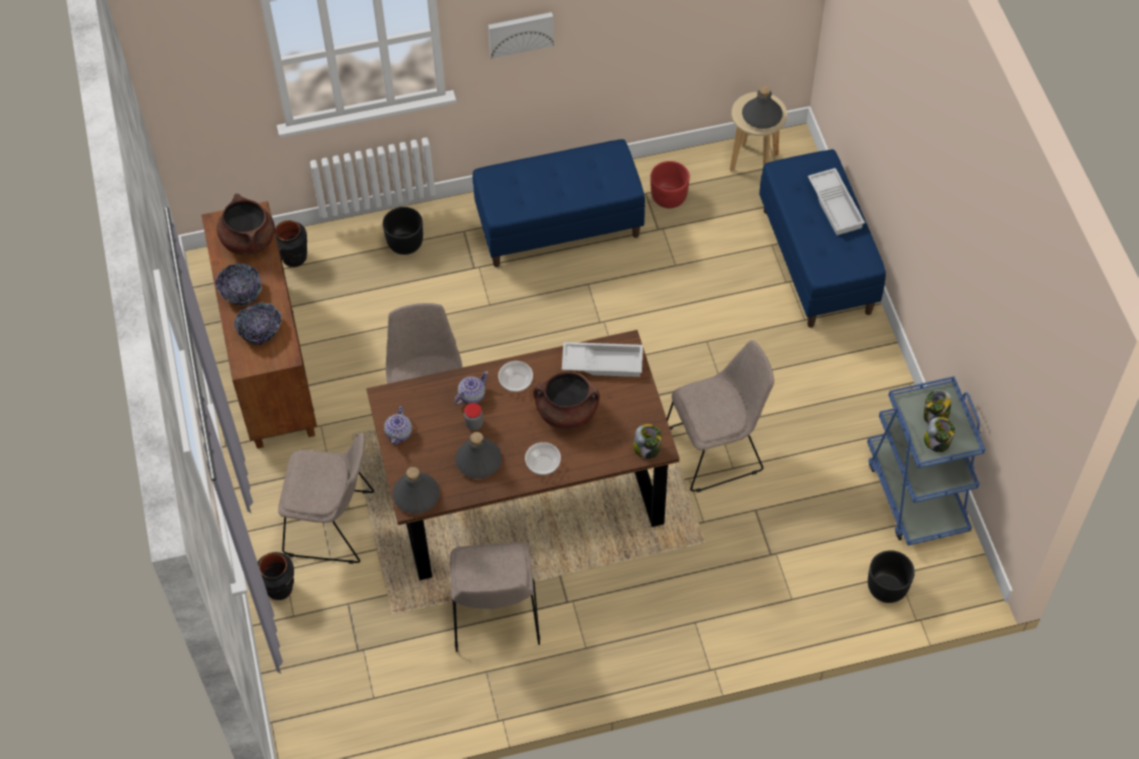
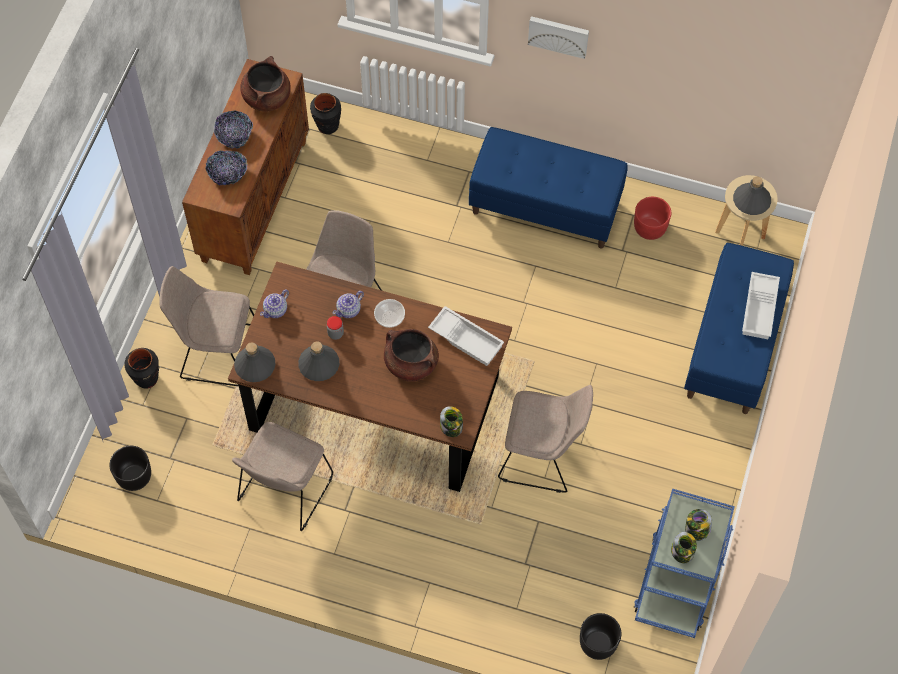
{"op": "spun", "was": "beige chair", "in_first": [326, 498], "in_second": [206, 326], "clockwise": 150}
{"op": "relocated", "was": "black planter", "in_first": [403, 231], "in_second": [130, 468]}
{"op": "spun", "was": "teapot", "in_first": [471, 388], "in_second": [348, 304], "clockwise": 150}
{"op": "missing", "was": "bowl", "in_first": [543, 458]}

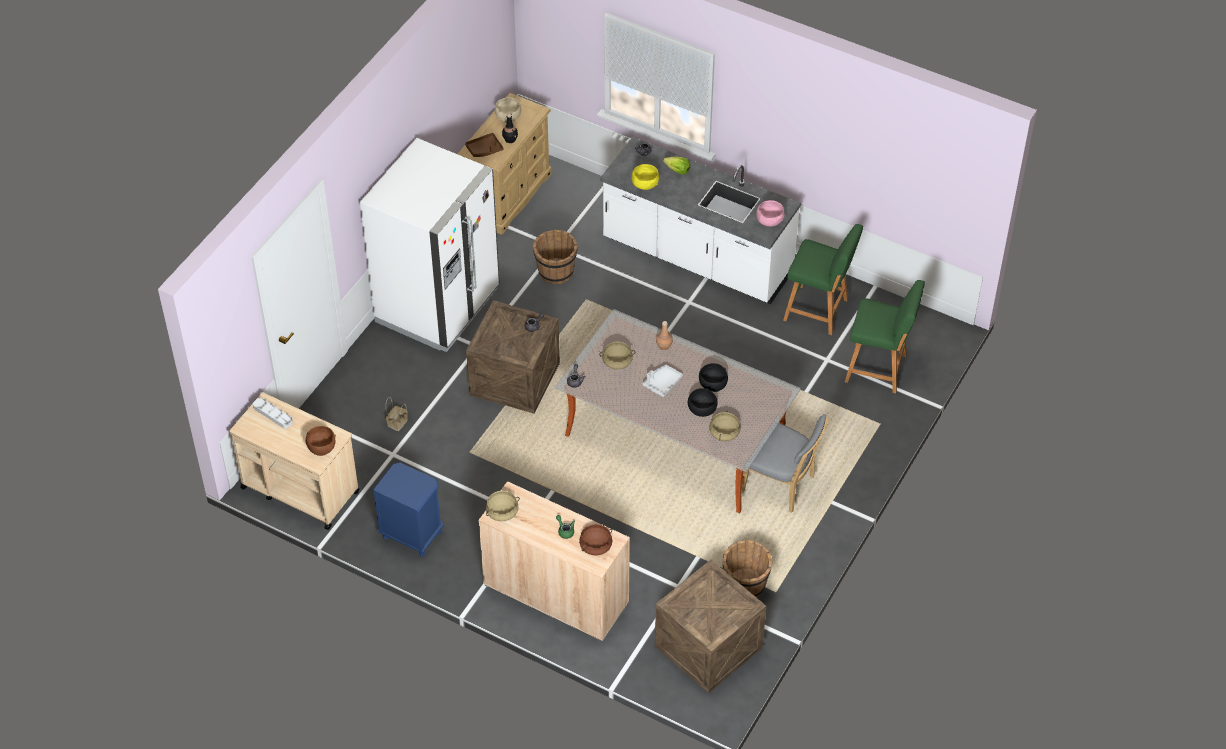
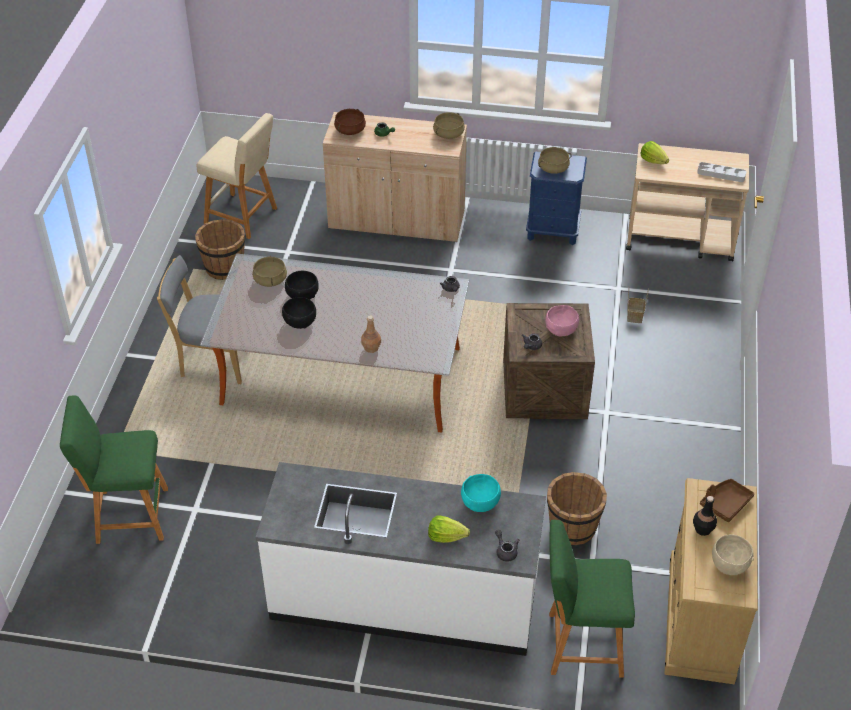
{"op": "exchanged", "was": "brown bowl", "now": "lettuce", "in_first": [321, 441], "in_second": [654, 152]}
{"op": "missing", "was": "white fridge", "in_first": [430, 245]}
{"op": "relocated", "was": "beige cooking pot", "in_first": [617, 355], "in_second": [555, 160]}
{"op": "colour", "was": "yellow bowl", "now": "turquoise bowl", "in_first": [645, 177], "in_second": [481, 493]}
{"op": "missing", "was": "grey tray", "in_first": [663, 381]}
{"op": "exchanged", "was": "crate", "now": "beige stool", "in_first": [710, 626], "in_second": [236, 176]}
{"op": "relocated", "was": "pink bowl", "in_first": [770, 213], "in_second": [562, 320]}
{"op": "relocated", "was": "green stool", "in_first": [823, 279], "in_second": [592, 599]}

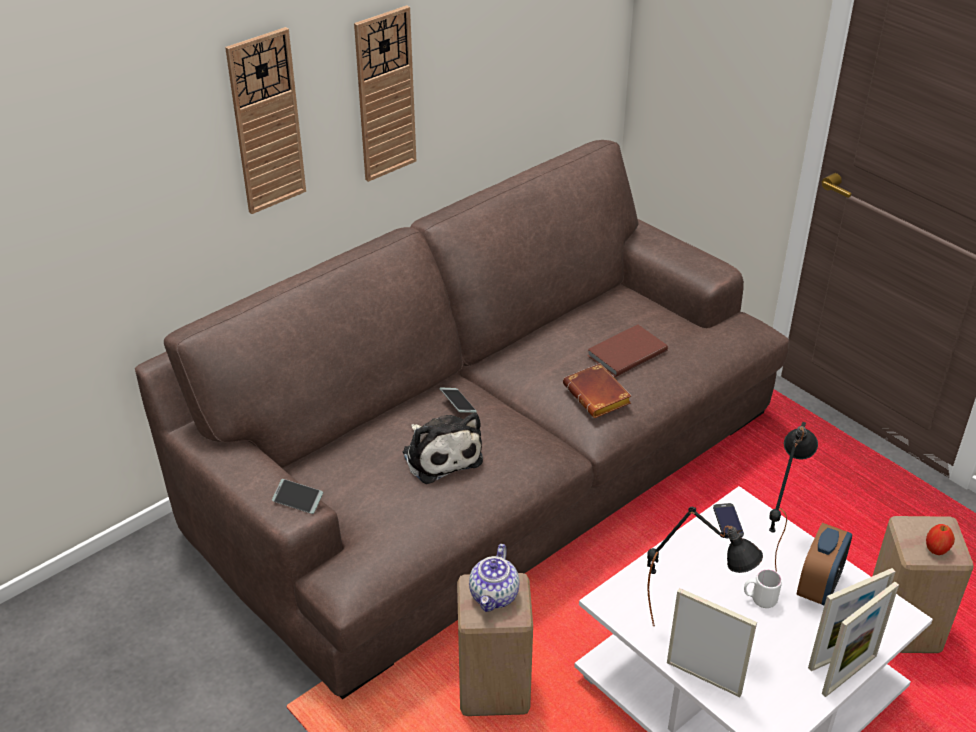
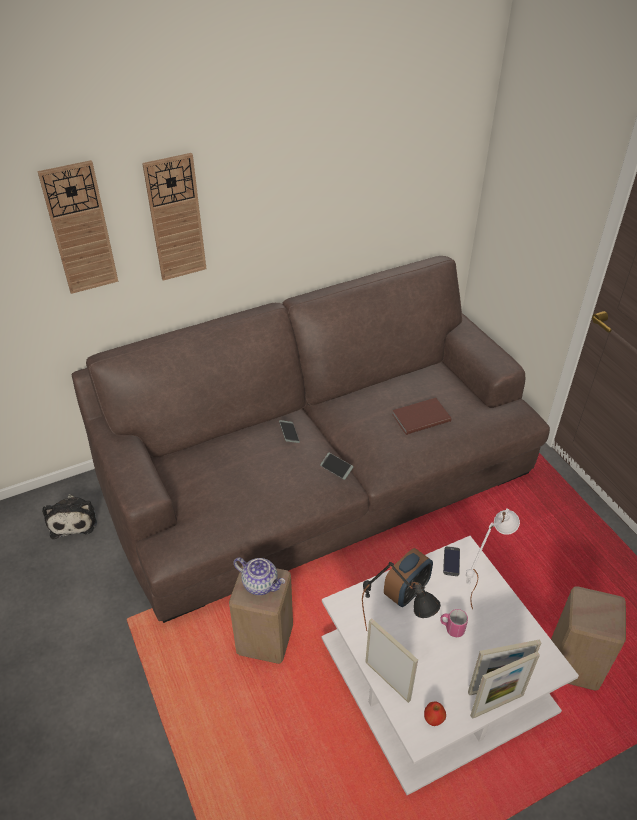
{"op": "relocated", "was": "phone", "in_first": [297, 496], "in_second": [336, 466]}
{"op": "relocated", "was": "wall clock", "in_first": [385, 93], "in_second": [77, 227]}
{"op": "relocated", "was": "plush toy", "in_first": [443, 448], "in_second": [69, 516]}
{"op": "spun", "was": "teapot", "in_first": [494, 578], "in_second": [259, 576], "clockwise": -90}
{"op": "missing", "was": "brown book", "in_first": [597, 390]}
{"op": "colour", "was": "white mug", "now": "pink mug", "in_first": [763, 588], "in_second": [454, 623]}
{"op": "colour", "was": "black table lamp", "now": "white table lamp", "in_first": [793, 496], "in_second": [493, 558]}
{"op": "relocated", "was": "alarm clock", "in_first": [824, 564], "in_second": [408, 577]}
{"op": "relocated", "was": "apple", "in_first": [940, 539], "in_second": [435, 714]}

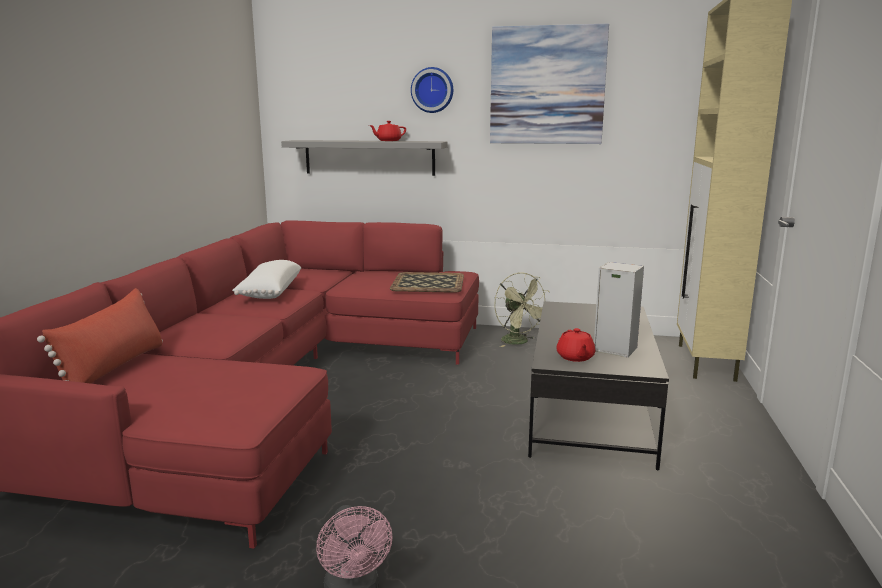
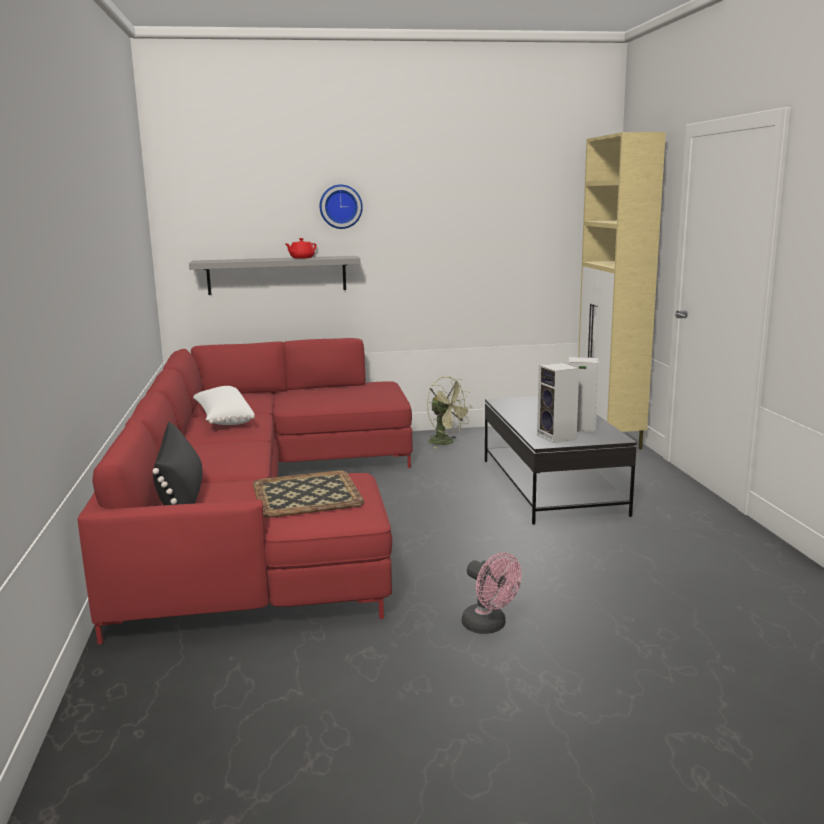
{"op": "colour", "was": "red pillow", "now": "black pillow", "in_first": [100, 336], "in_second": [177, 463]}
{"op": "relocated", "was": "tray", "in_first": [427, 282], "in_second": [308, 493]}
{"op": "missing", "was": "picture", "in_first": [549, 83]}
{"op": "exchanged", "was": "red teapot", "now": "speaker", "in_first": [575, 345], "in_second": [558, 403]}

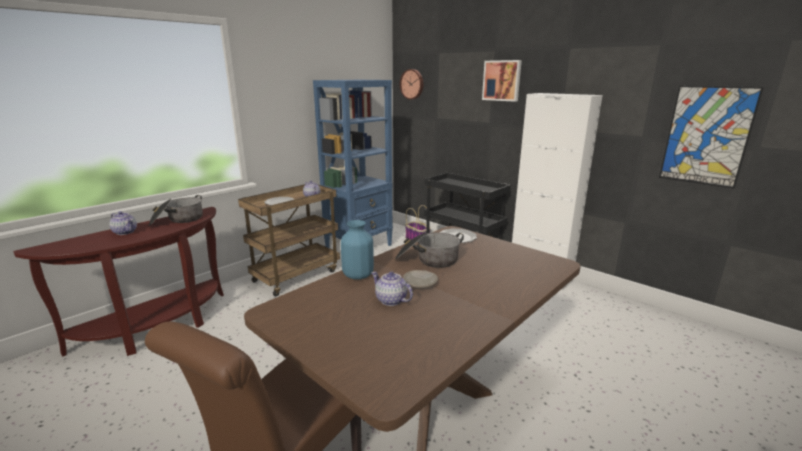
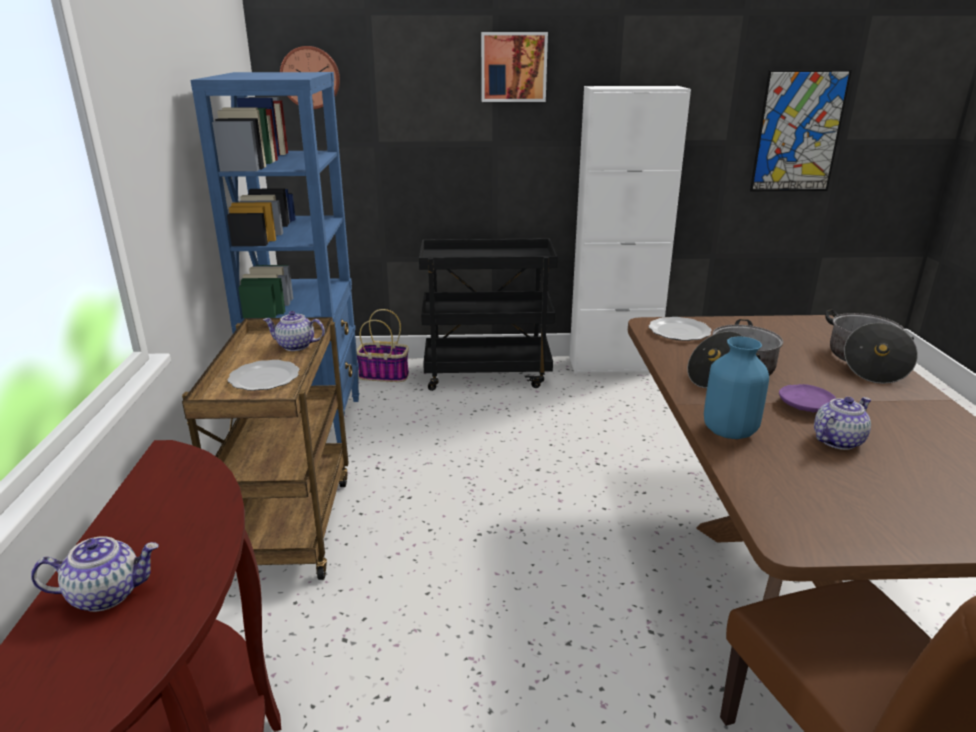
{"op": "relocated", "was": "cooking pot", "in_first": [176, 210], "in_second": [871, 346]}
{"op": "spun", "was": "teapot", "in_first": [392, 289], "in_second": [842, 423], "clockwise": 150}
{"op": "colour", "was": "beige plate", "now": "purple plate", "in_first": [420, 279], "in_second": [808, 398]}

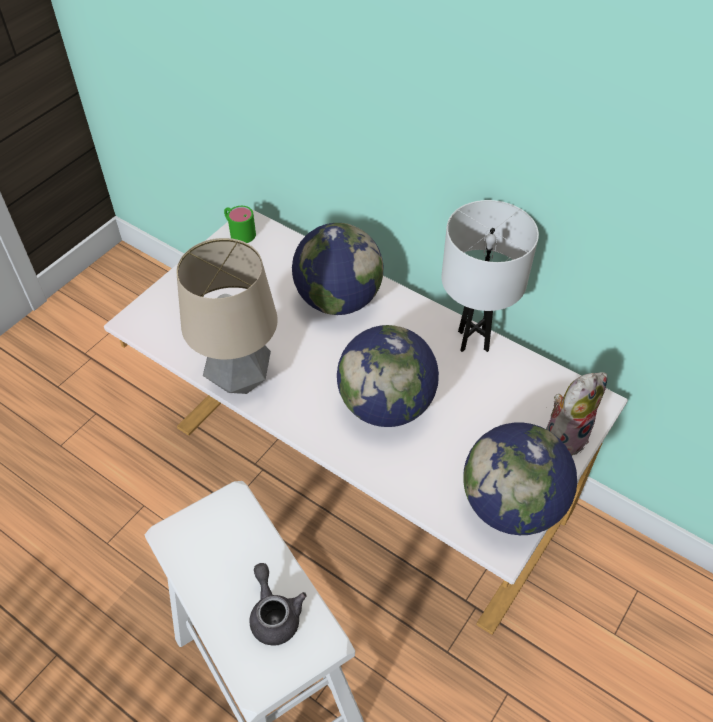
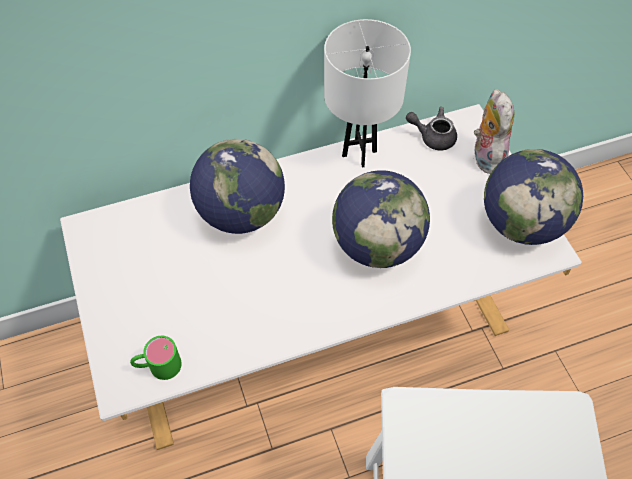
{"op": "missing", "was": "table lamp", "in_first": [227, 316]}
{"op": "relocated", "was": "green mug", "in_first": [240, 224], "in_second": [156, 358]}
{"op": "relocated", "was": "grey teapot", "in_first": [278, 604], "in_second": [431, 128]}

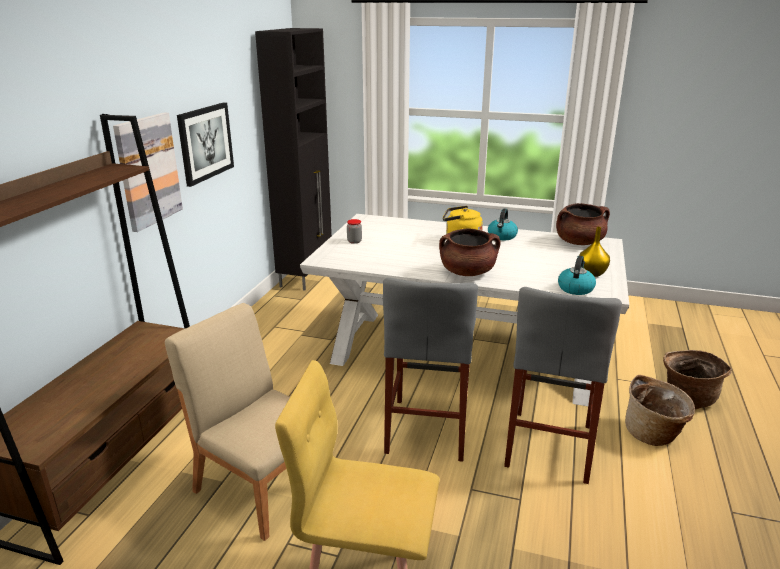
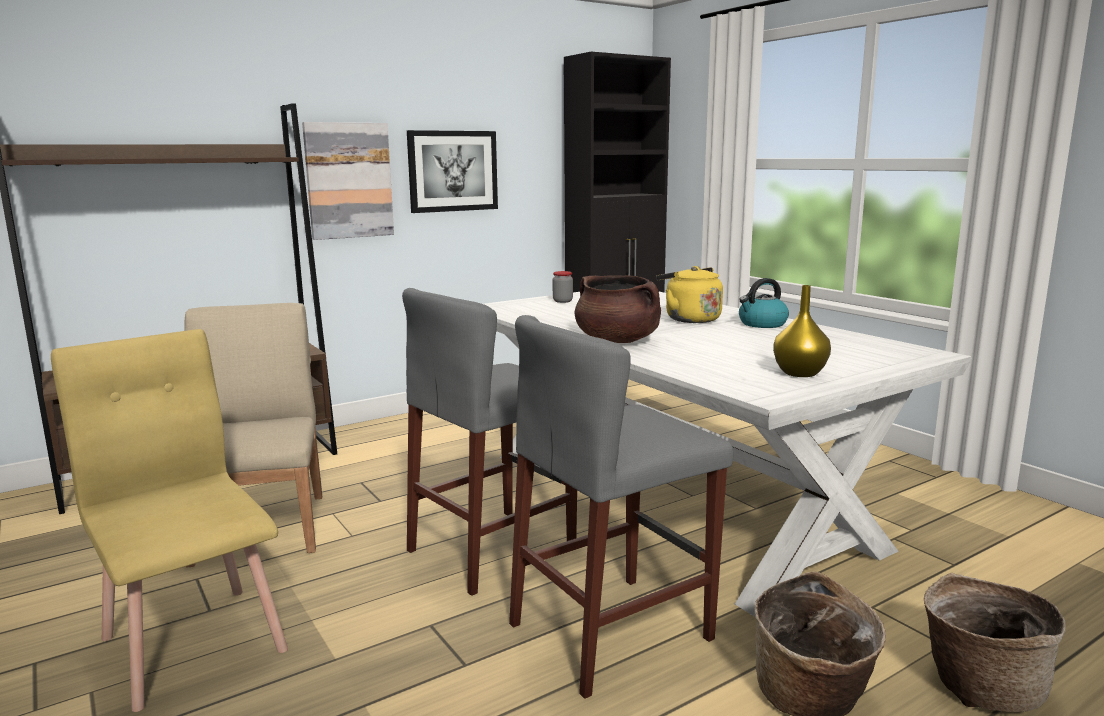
{"op": "missing", "was": "brown cooking pot", "in_first": [583, 224]}
{"op": "missing", "was": "kettle", "in_first": [577, 275]}

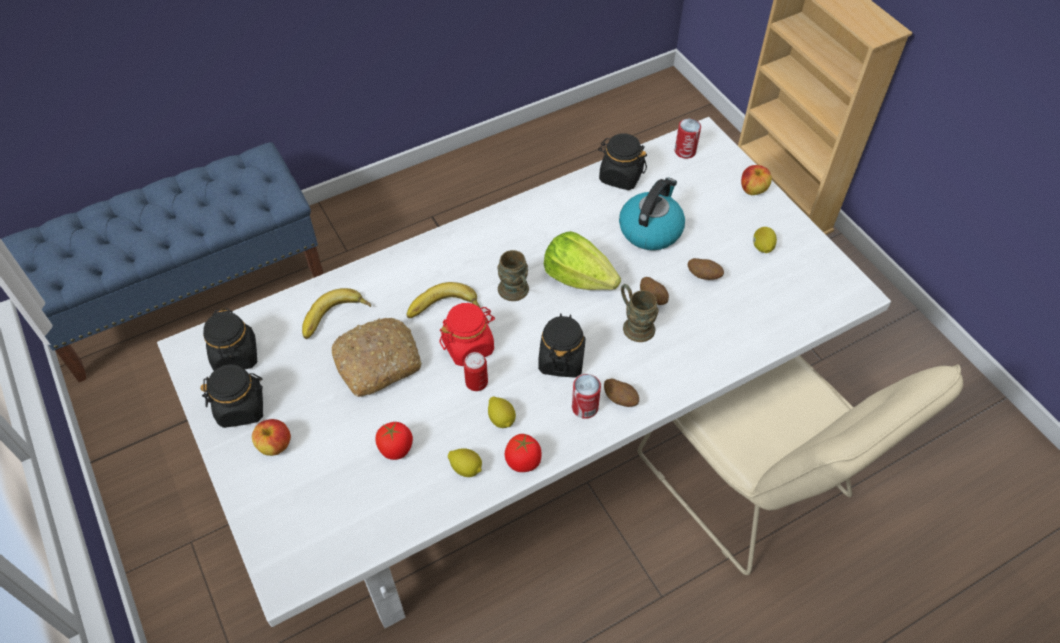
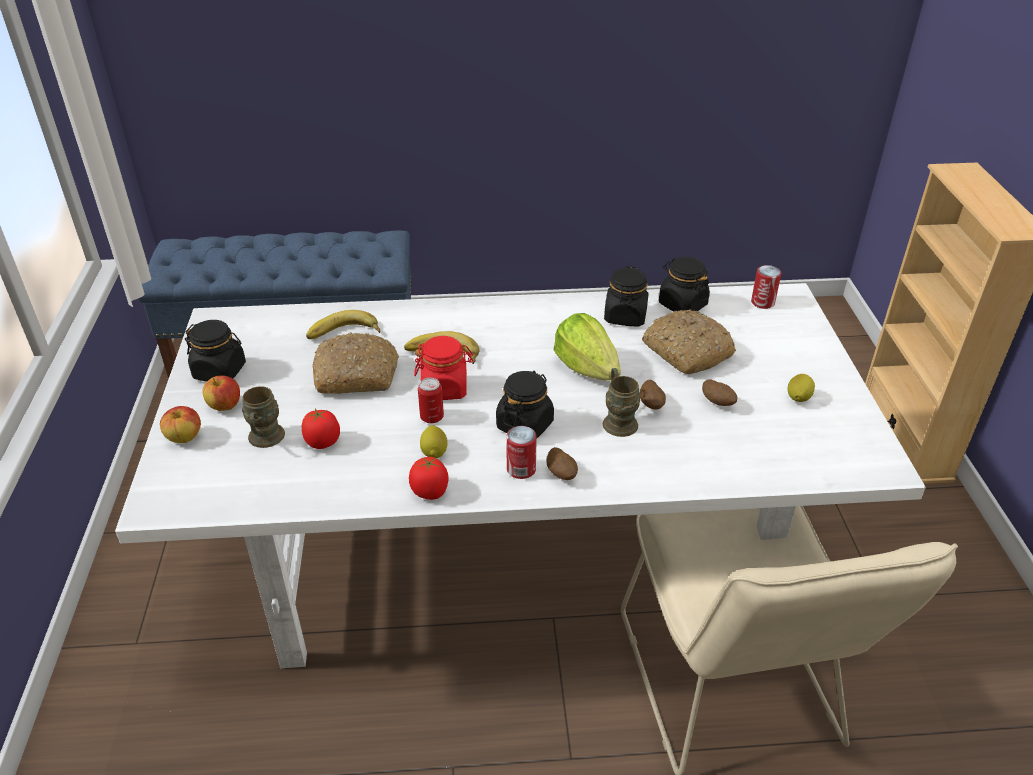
{"op": "relocated", "was": "black jar", "in_first": [230, 339], "in_second": [626, 296]}
{"op": "missing", "was": "lemon", "in_first": [465, 462]}
{"op": "relocated", "was": "brown mug", "in_first": [513, 275], "in_second": [263, 417]}
{"op": "exchanged", "was": "kettle", "now": "bread", "in_first": [652, 214], "in_second": [689, 341]}
{"op": "relocated", "was": "apple", "in_first": [756, 180], "in_second": [180, 424]}

